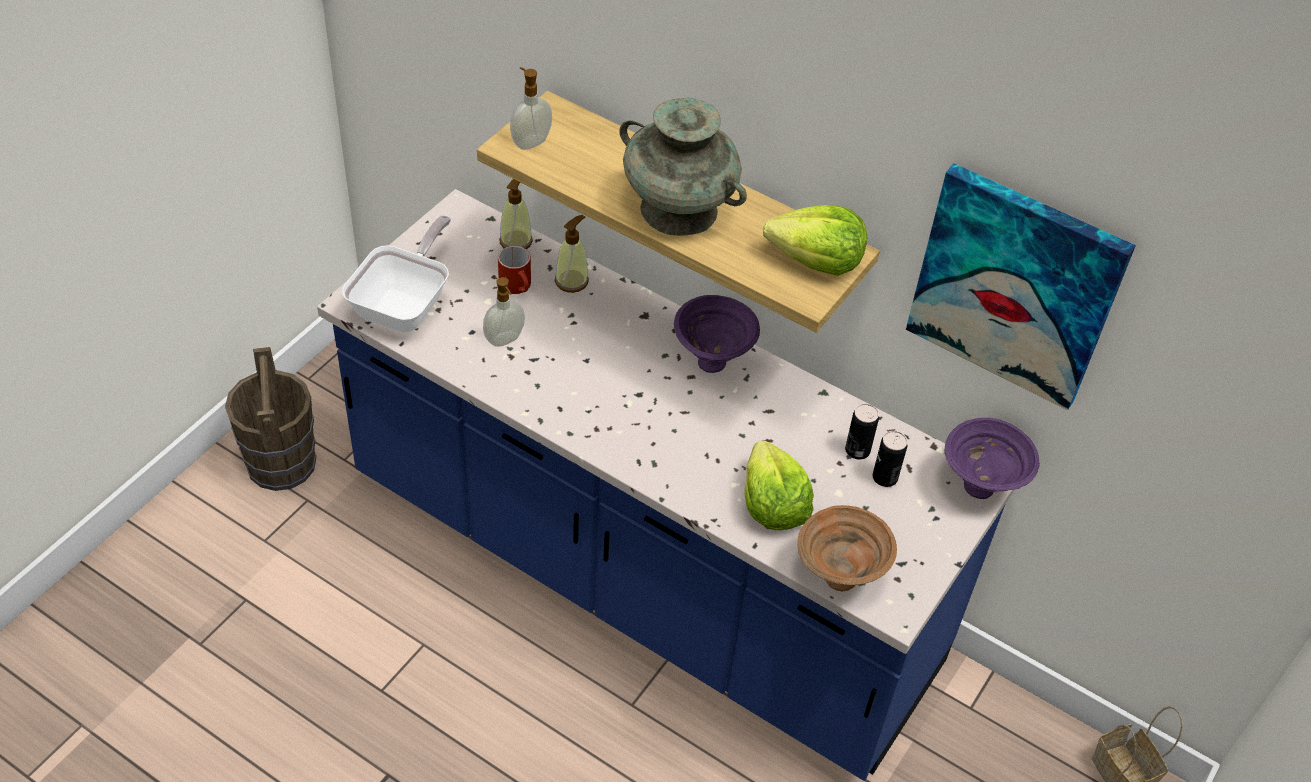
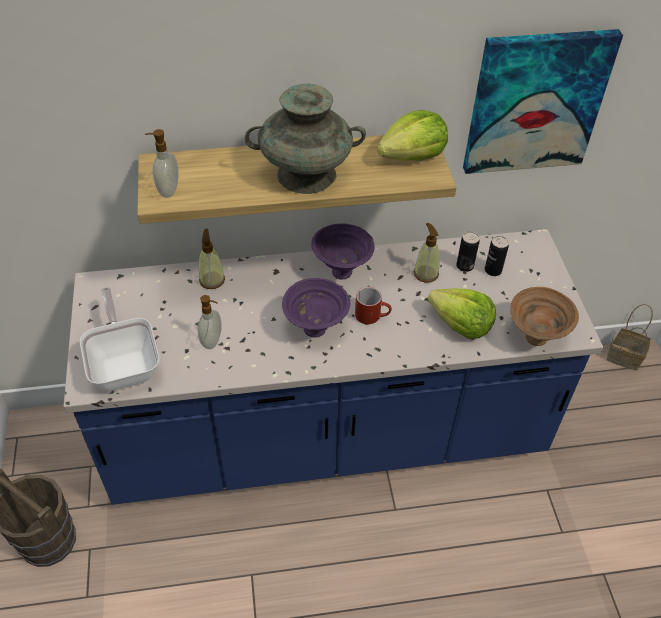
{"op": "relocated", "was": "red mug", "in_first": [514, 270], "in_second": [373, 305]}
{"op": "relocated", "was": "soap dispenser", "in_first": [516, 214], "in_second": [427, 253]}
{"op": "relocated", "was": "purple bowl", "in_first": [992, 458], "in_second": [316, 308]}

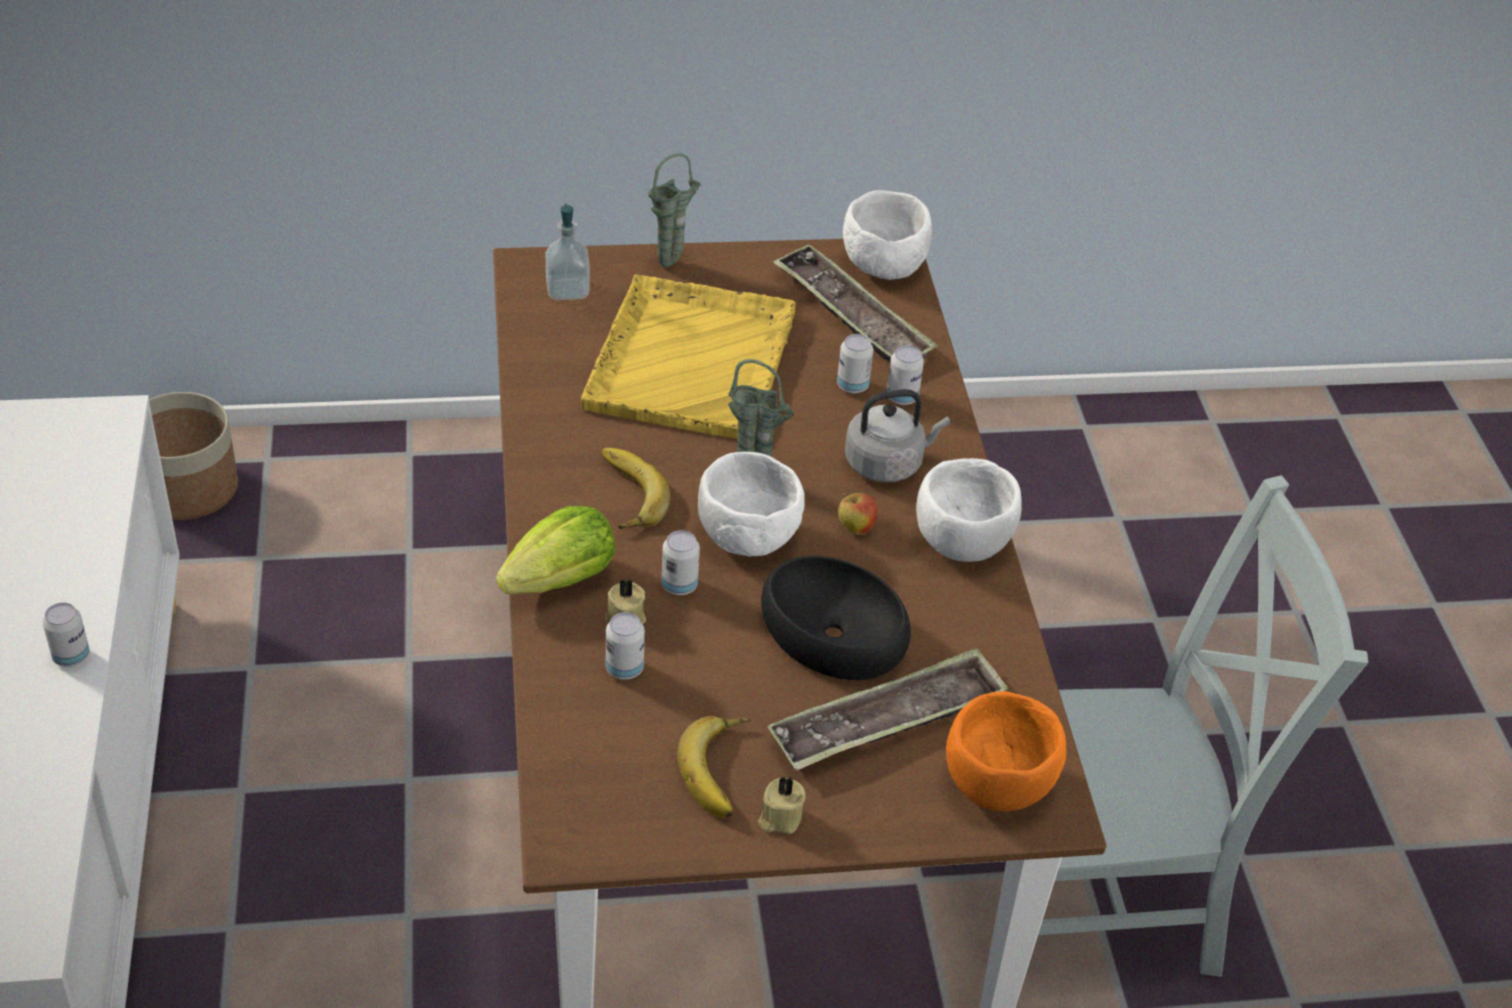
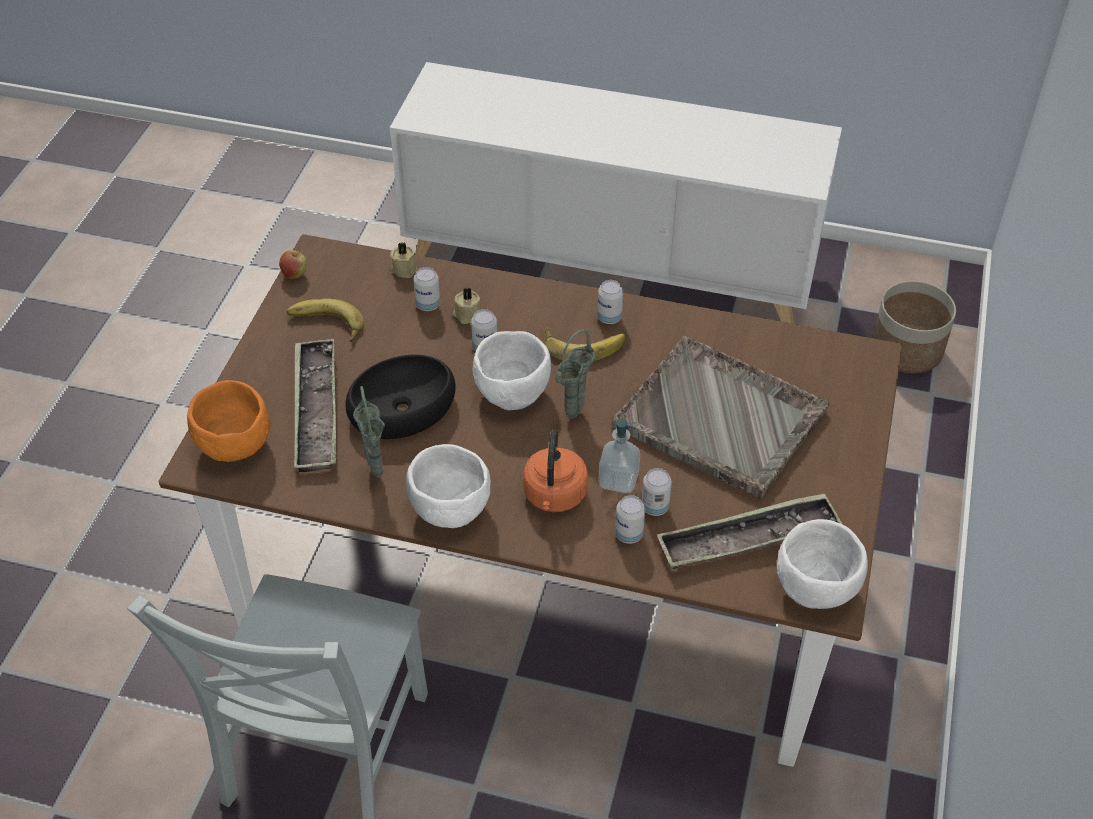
{"op": "relocated", "was": "can", "in_first": [66, 635], "in_second": [610, 302]}
{"op": "missing", "was": "lettuce", "in_first": [555, 550]}
{"op": "relocated", "was": "soap dispenser", "in_first": [568, 251], "in_second": [619, 456]}
{"op": "colour", "was": "yellow tray", "now": "grey tray", "in_first": [688, 357], "in_second": [720, 417]}
{"op": "relocated", "was": "green vase", "in_first": [674, 210], "in_second": [369, 432]}
{"op": "relocated", "was": "beige candle", "in_first": [782, 804], "in_second": [404, 260]}
{"op": "relocated", "was": "apple", "in_first": [858, 514], "in_second": [293, 264]}
{"op": "colour", "was": "grey kettle", "now": "orange kettle", "in_first": [897, 435], "in_second": [555, 470]}

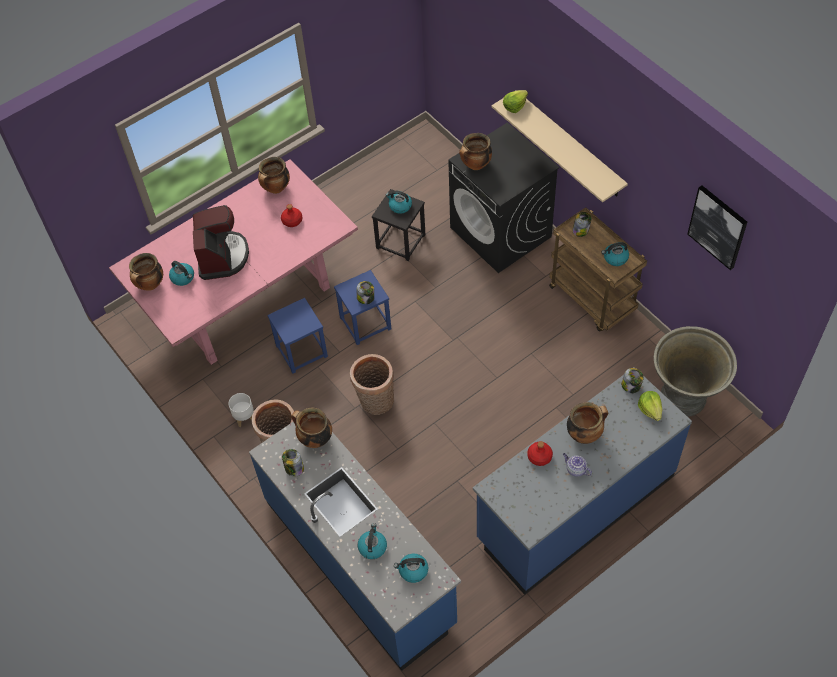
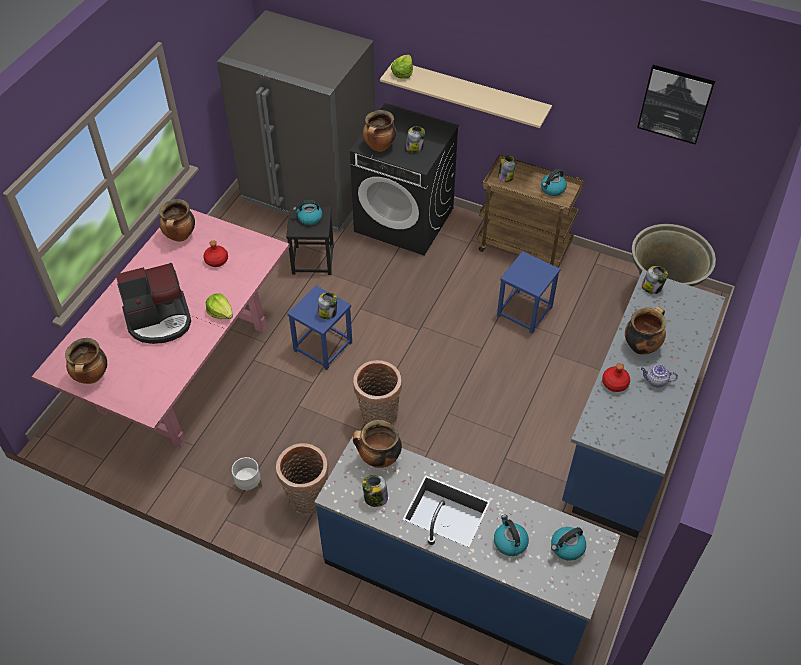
{"op": "missing", "was": "kettle", "in_first": [181, 273]}
{"op": "spun", "was": "coffee machine", "in_first": [221, 242], "in_second": [153, 303], "clockwise": 105}
{"op": "relocated", "was": "blue stool", "in_first": [297, 336], "in_second": [529, 292]}
{"op": "relocated", "was": "lettuce", "in_first": [650, 406], "in_second": [219, 306]}
{"op": "appeared", "now": "grey fridge", "in_second": [296, 121]}
{"op": "appeared", "now": "jar", "in_second": [415, 139]}

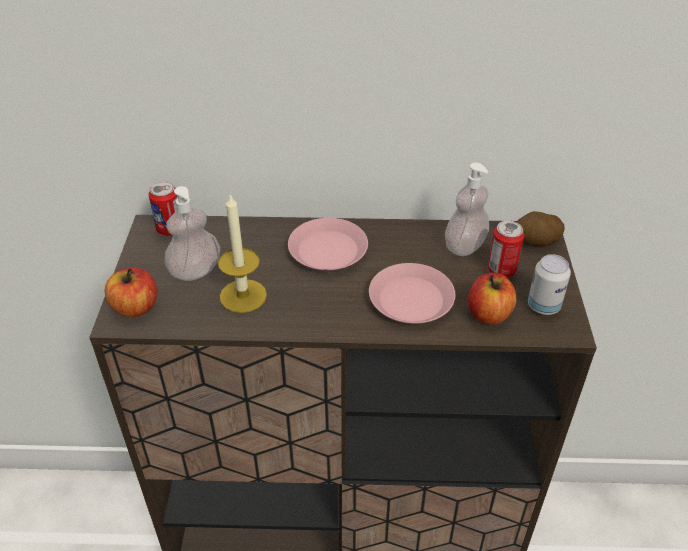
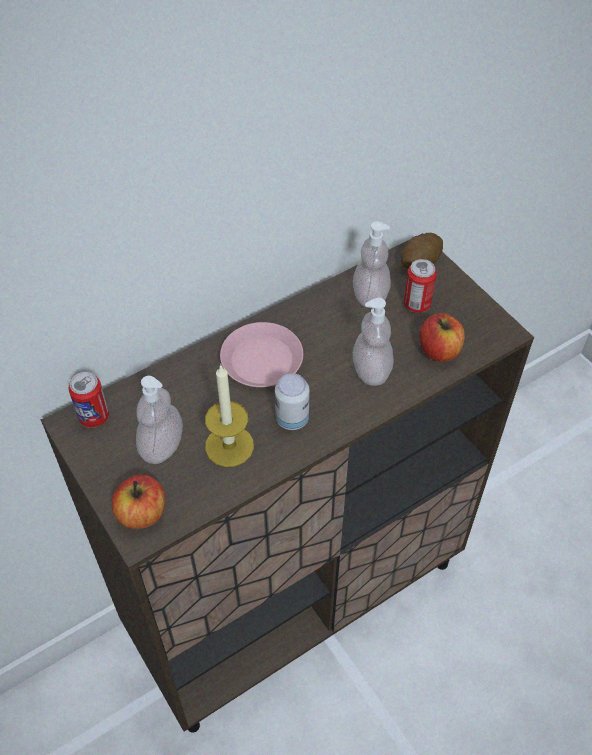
{"op": "exchanged", "was": "pink plate", "now": "soap dispenser", "in_first": [412, 293], "in_second": [373, 342]}
{"op": "relocated", "was": "can", "in_first": [549, 284], "in_second": [292, 401]}

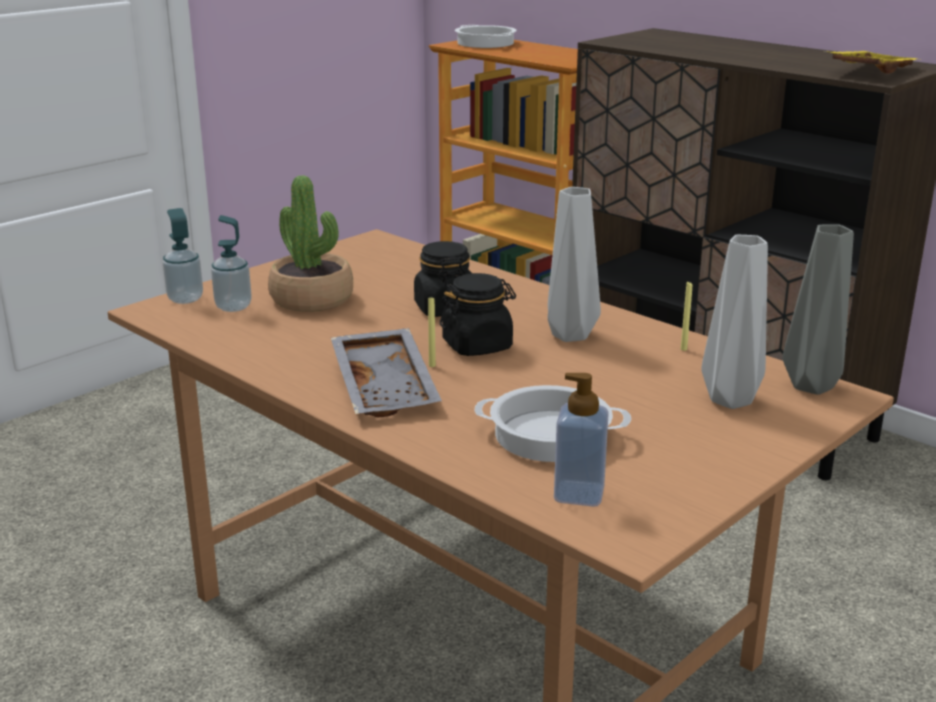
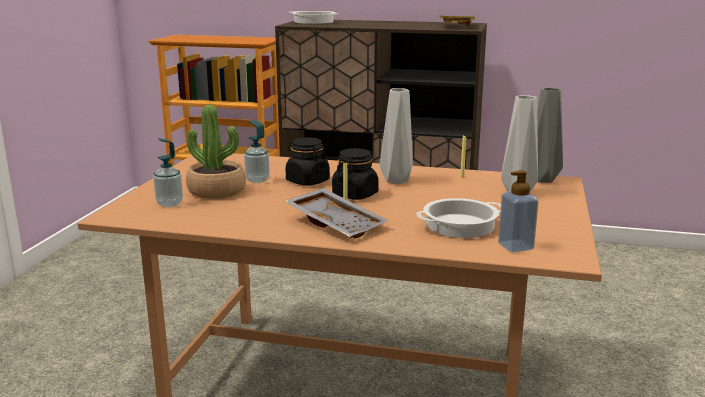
{"op": "relocated", "was": "soap dispenser", "in_first": [183, 256], "in_second": [257, 151]}
{"op": "relocated", "was": "cooking pot", "in_first": [486, 36], "in_second": [314, 17]}

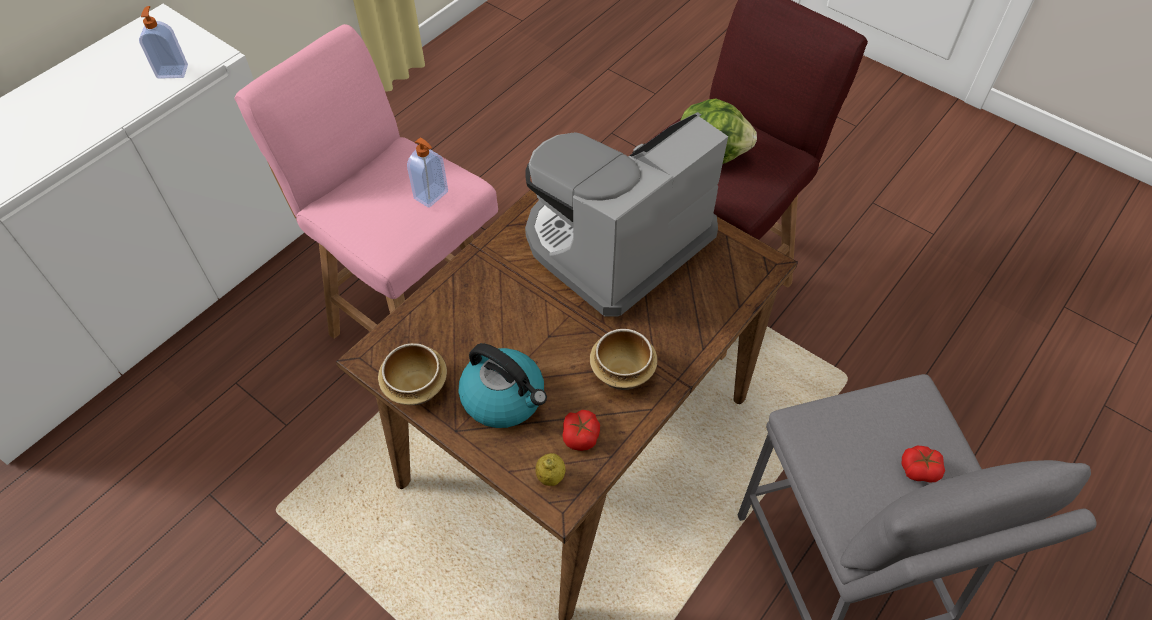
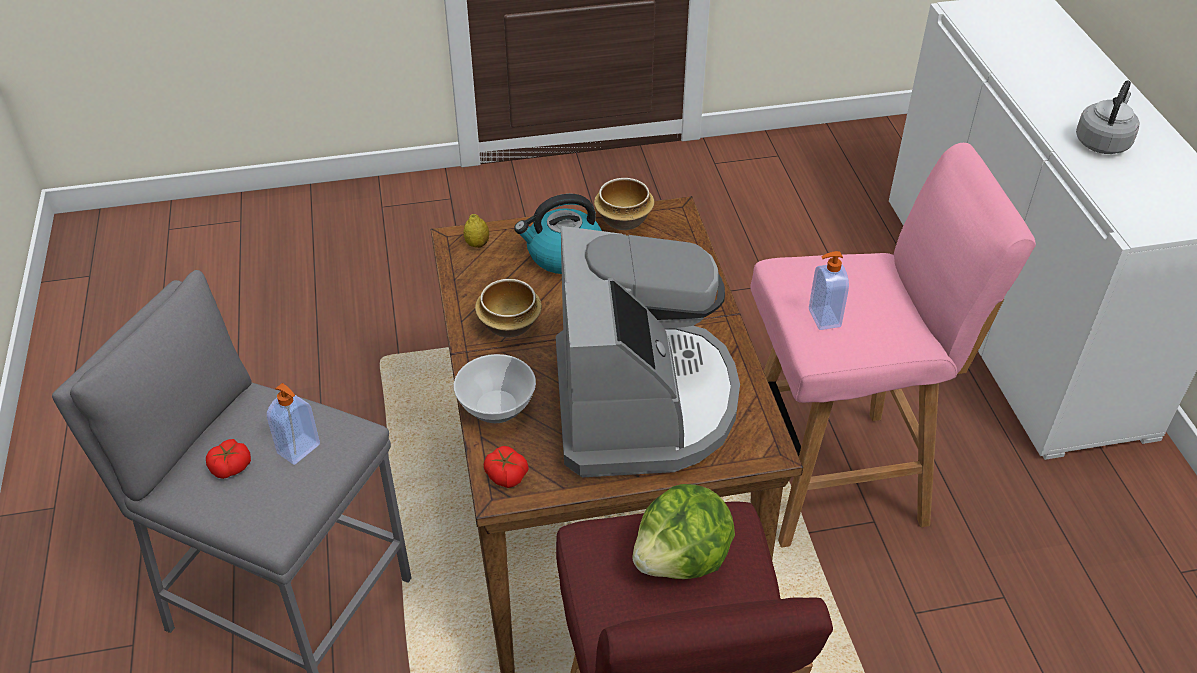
{"op": "relocated", "was": "soap dispenser", "in_first": [163, 42], "in_second": [293, 424]}
{"op": "relocated", "was": "tomato", "in_first": [581, 430], "in_second": [506, 467]}
{"op": "appeared", "now": "bowl", "in_second": [495, 388]}
{"op": "appeared", "now": "grey kettle", "in_second": [1107, 117]}

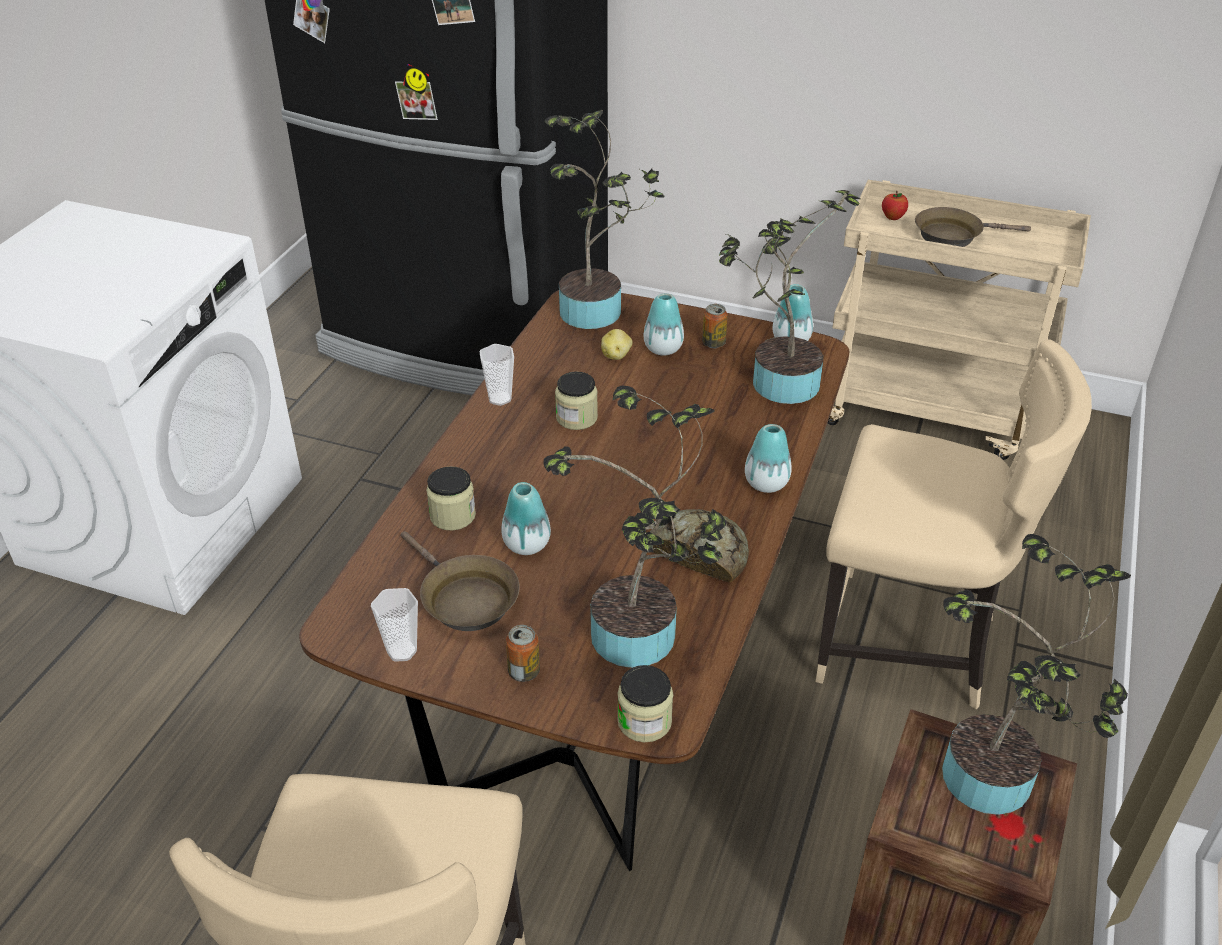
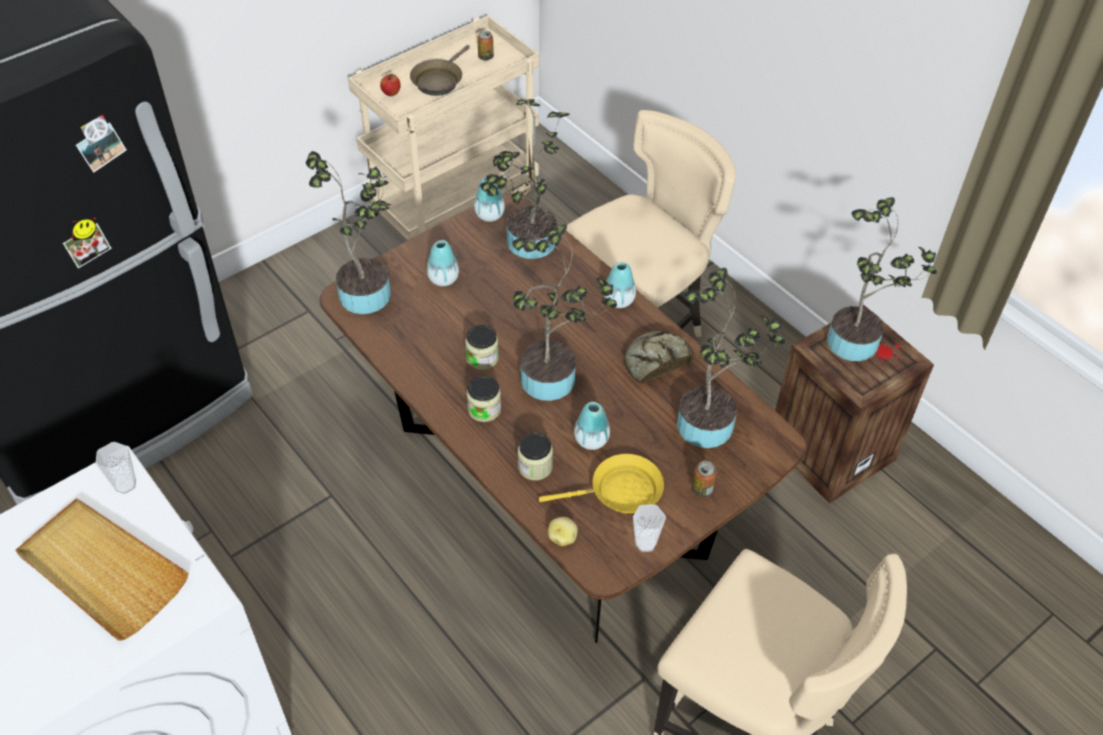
{"op": "colour", "was": "brown frying pan", "now": "yellow frying pan", "in_first": [460, 581], "in_second": [601, 483]}
{"op": "relocated", "was": "cup", "in_first": [496, 375], "in_second": [116, 468]}
{"op": "relocated", "was": "potato", "in_first": [617, 344], "in_second": [563, 531]}
{"op": "relocated", "was": "jar", "in_first": [645, 703], "in_second": [483, 399]}
{"op": "relocated", "was": "can", "in_first": [714, 326], "in_second": [485, 46]}
{"op": "appeared", "now": "beige tray", "in_second": [102, 569]}
{"op": "appeared", "now": "potted plant", "in_second": [564, 312]}

